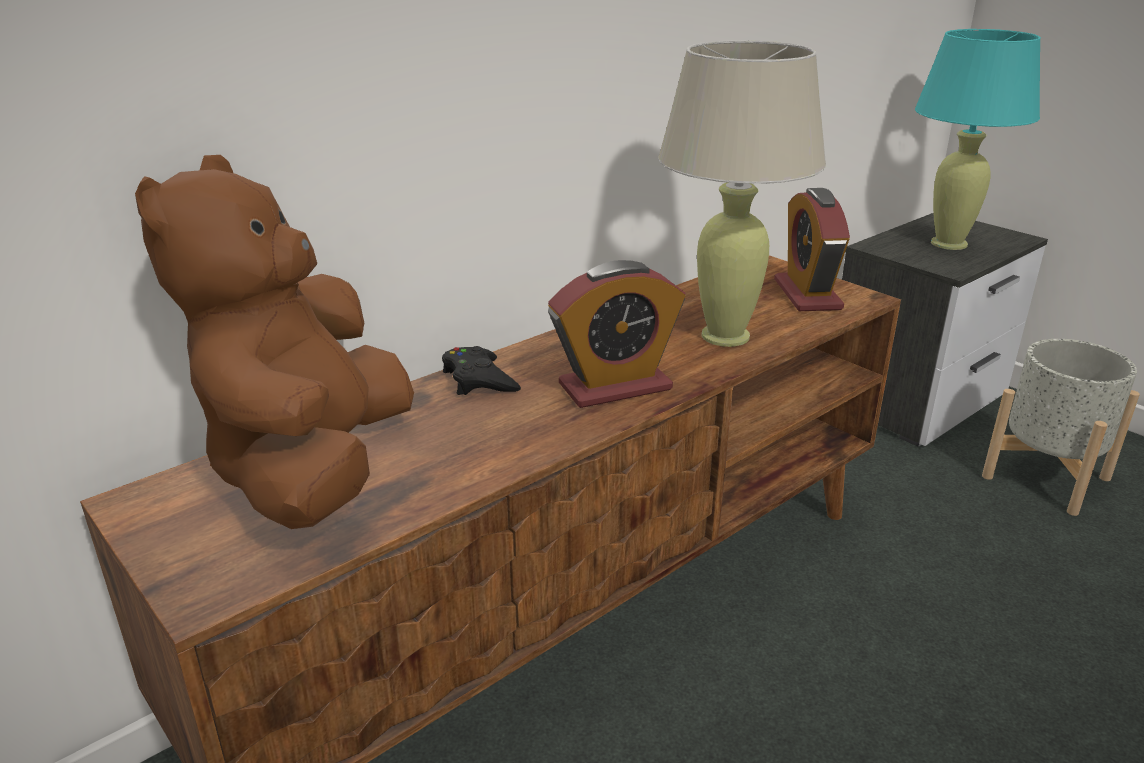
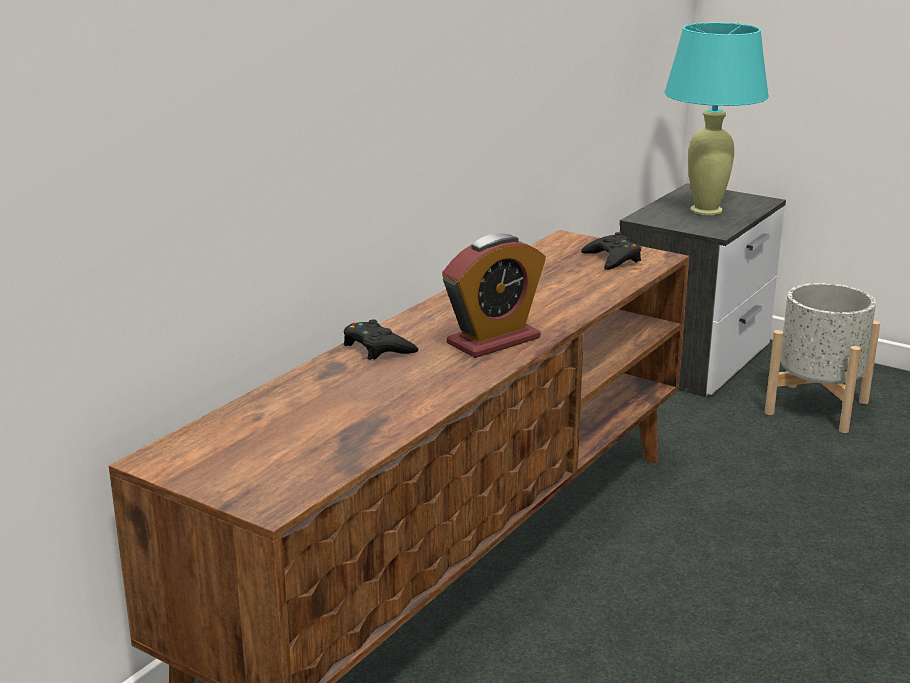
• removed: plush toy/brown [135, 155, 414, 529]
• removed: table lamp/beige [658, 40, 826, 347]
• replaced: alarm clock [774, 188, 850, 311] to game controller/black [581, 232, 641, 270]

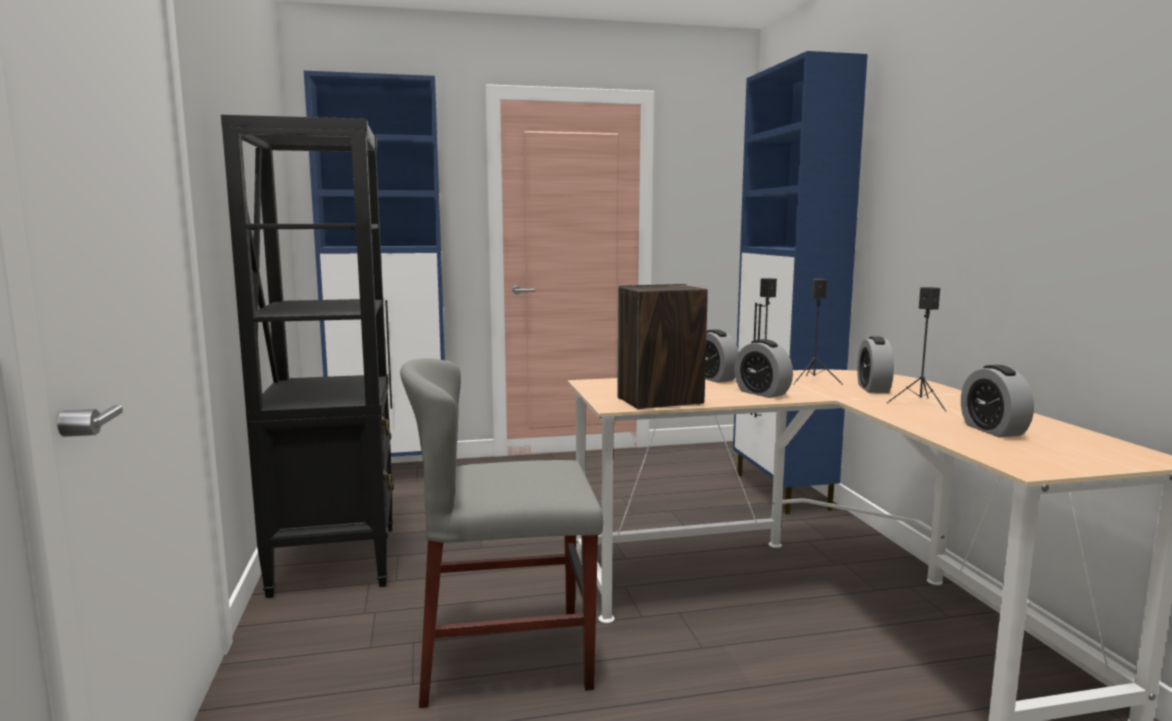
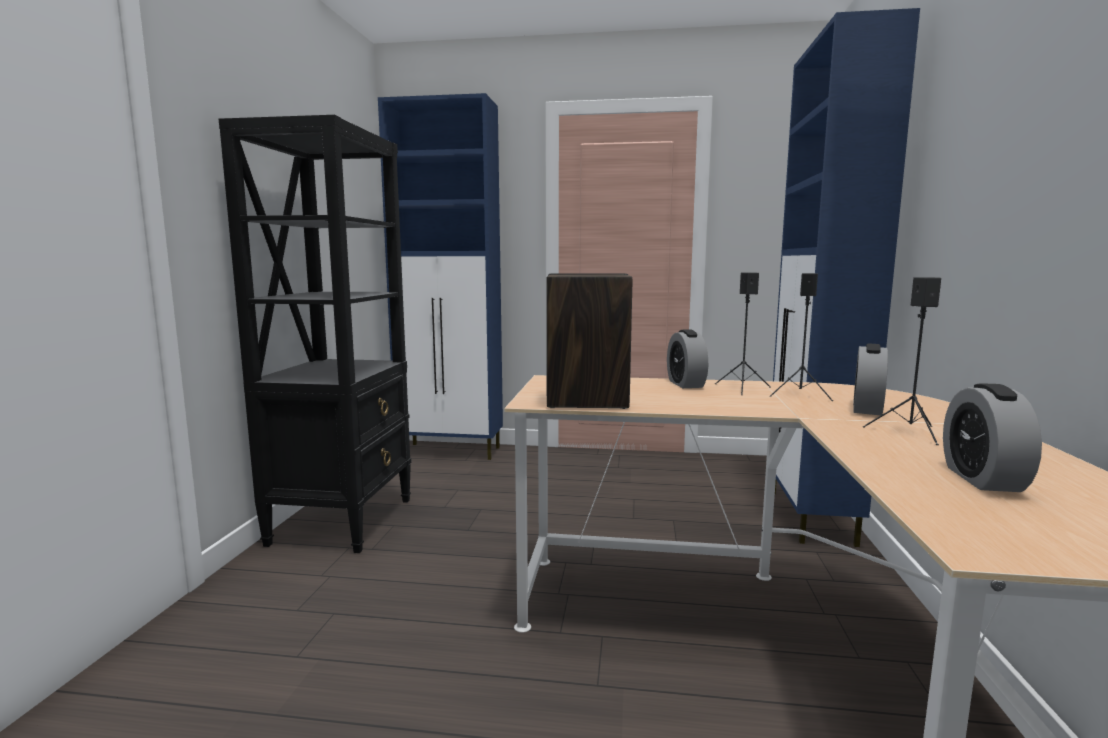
• removed: chair/grey [400, 358, 603, 708]
• removed: alarm clock [734, 339, 793, 398]

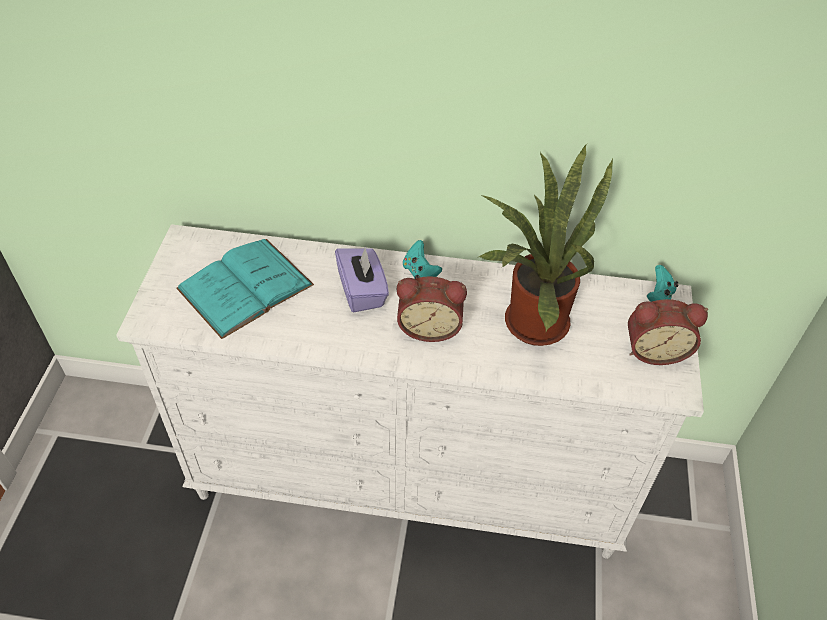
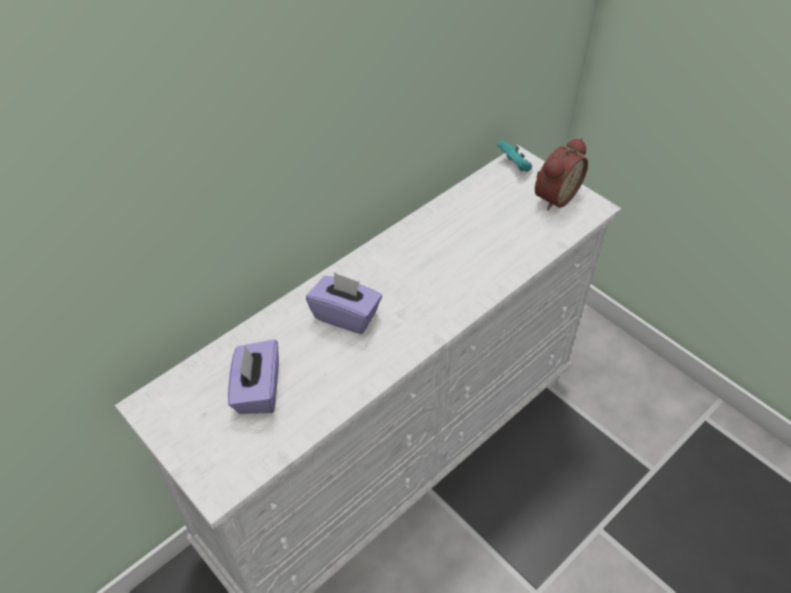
• replaced: book/turquoise [176, 239, 314, 339] to tissue box/purple [228, 339, 279, 414]
• removed: alarm clock [397, 276, 467, 342]
• removed: game controller/turquoise [403, 240, 442, 279]
• removed: potted plant [477, 144, 613, 346]

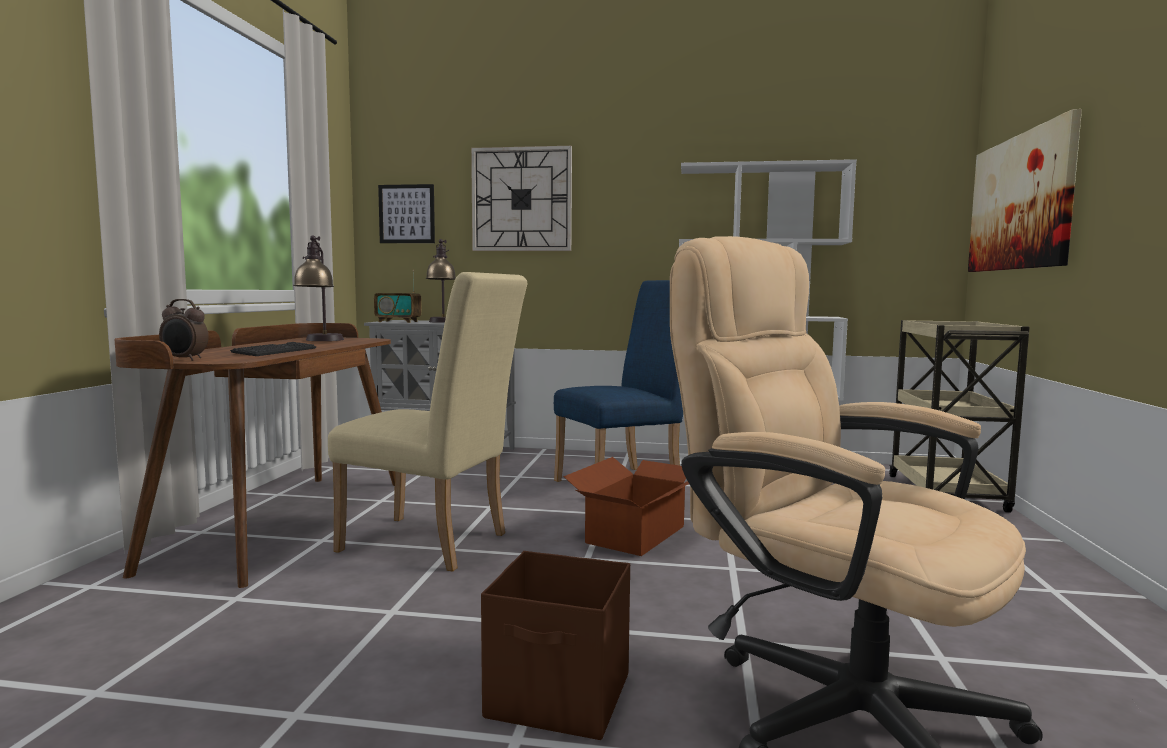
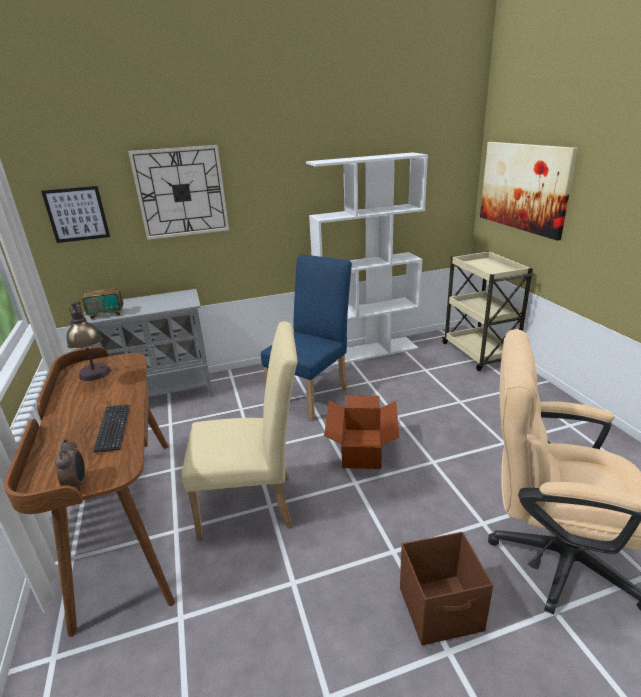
• turned: alarm clock [159, 299, 209, 361] = [55, 439, 85, 491] 90 degrees counterclockwise
• removed: table lamp [426, 239, 456, 323]

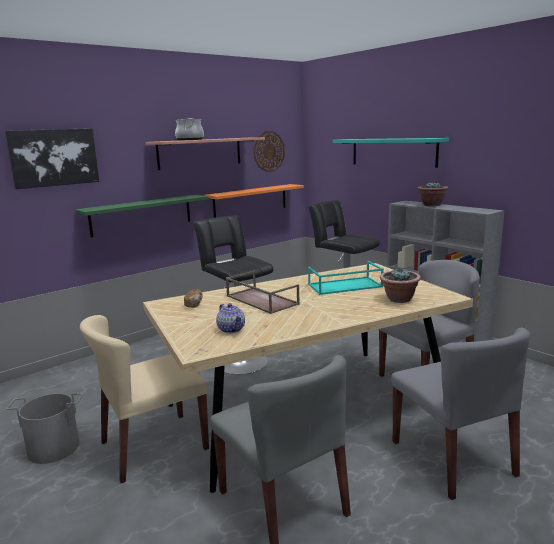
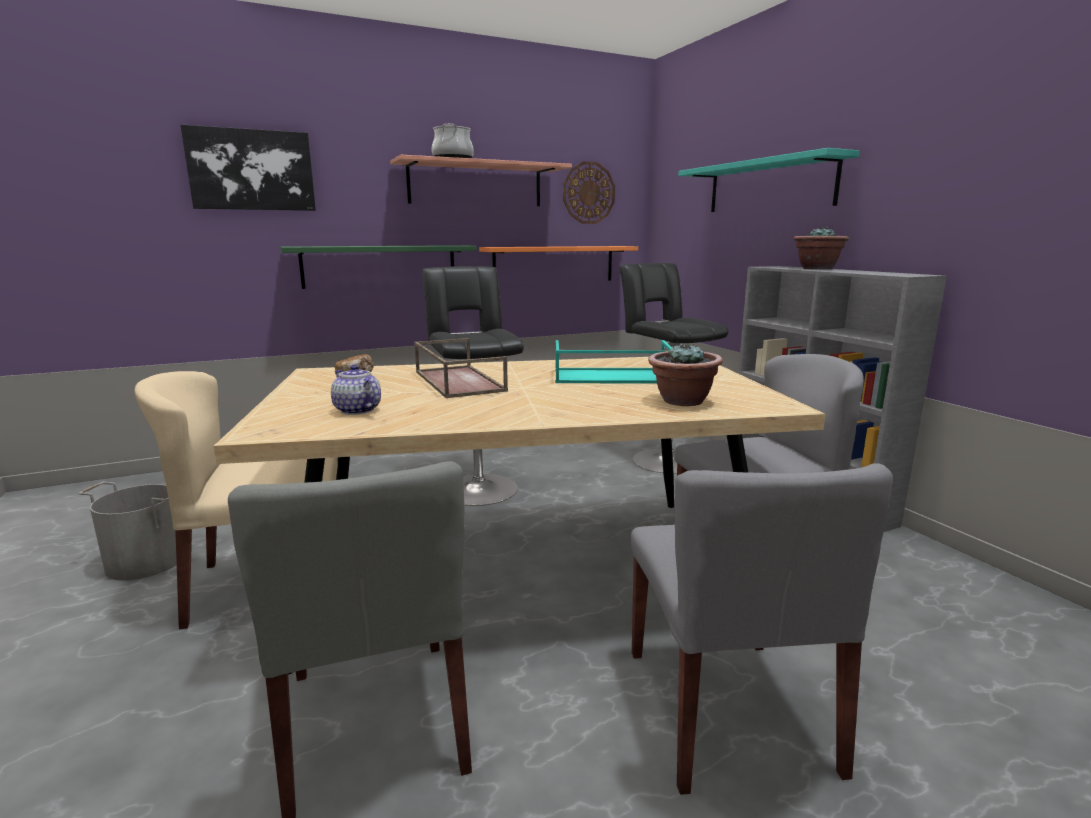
• turned: teapot [216, 303, 245, 333] = [331, 364, 381, 415] 150 degrees clockwise

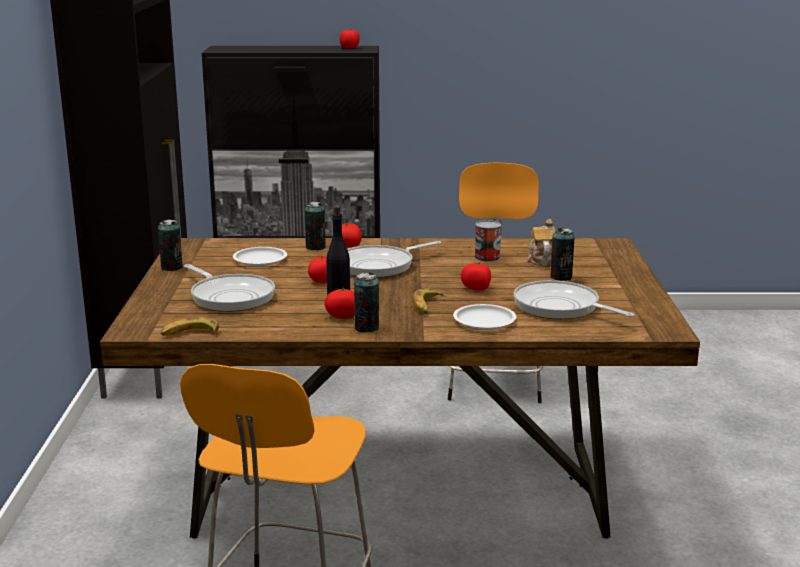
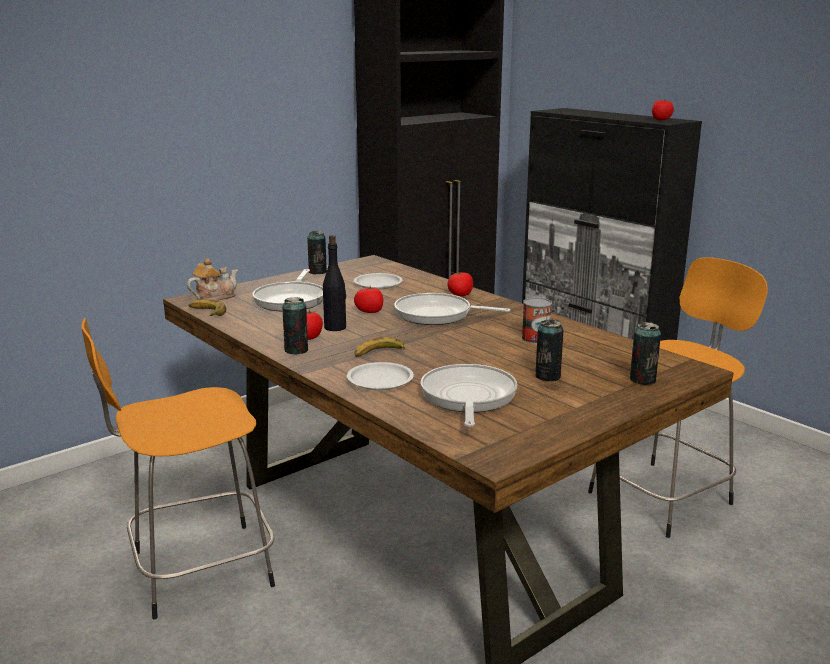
• moved: can [305, 202, 326, 250] to [630, 322, 661, 385]
• removed: tomato [461, 261, 491, 291]
• moved: teapot [527, 219, 555, 266] to [187, 258, 238, 301]

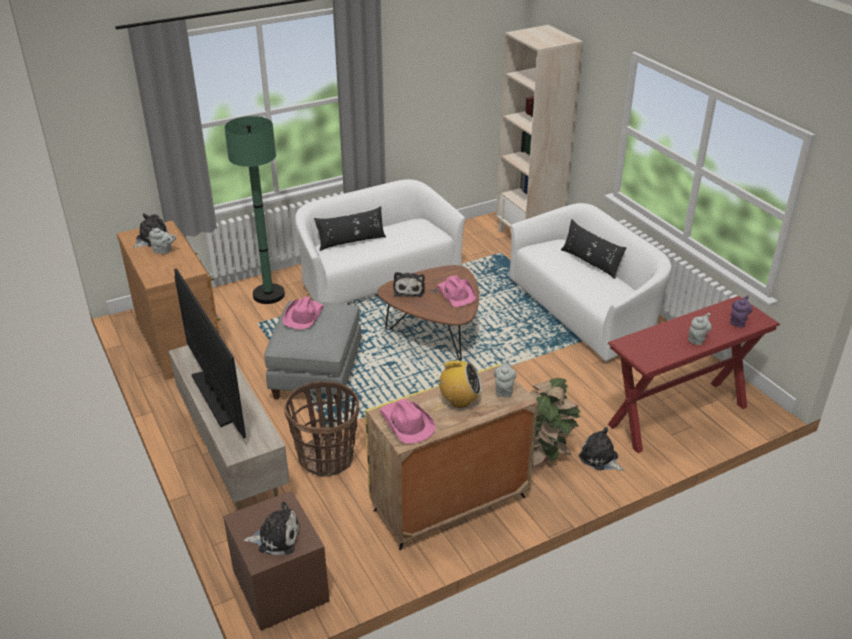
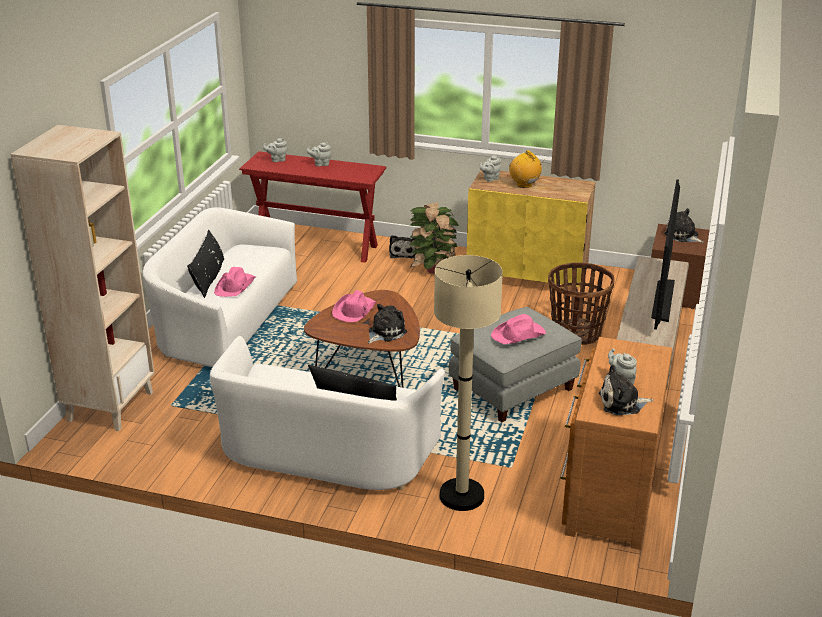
• recoloured: floor lamp/green [224, 116, 285, 304] to floor lamp/beige [434, 255, 503, 511]
• moved: hat/pink [380, 399, 436, 444] to [214, 267, 256, 297]
• recoloured: teapot/purple [730, 295, 753, 327] to teapot/grey [263, 138, 288, 162]

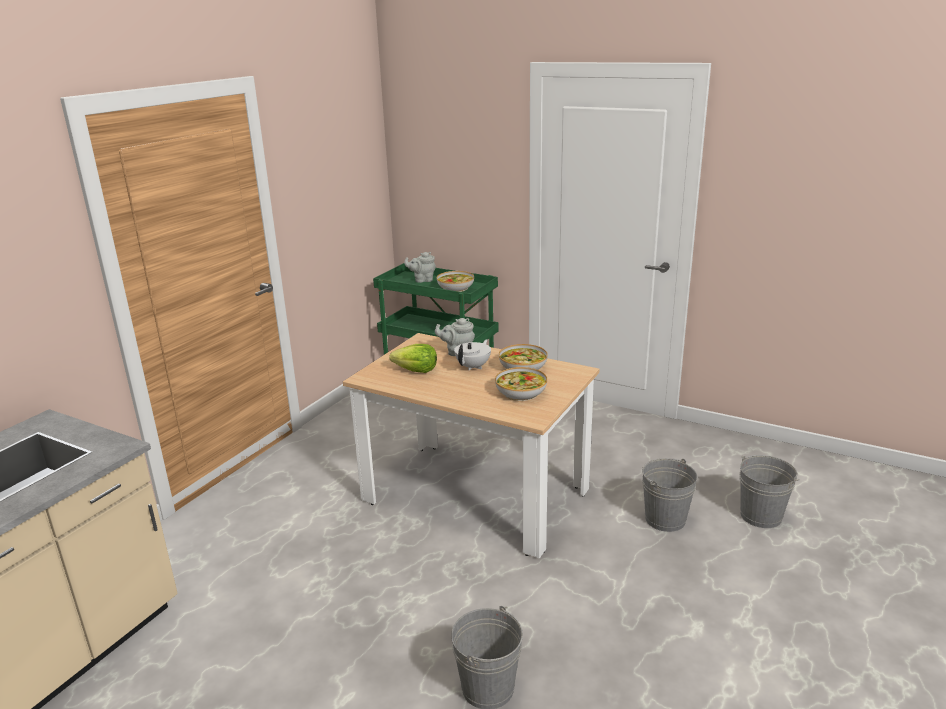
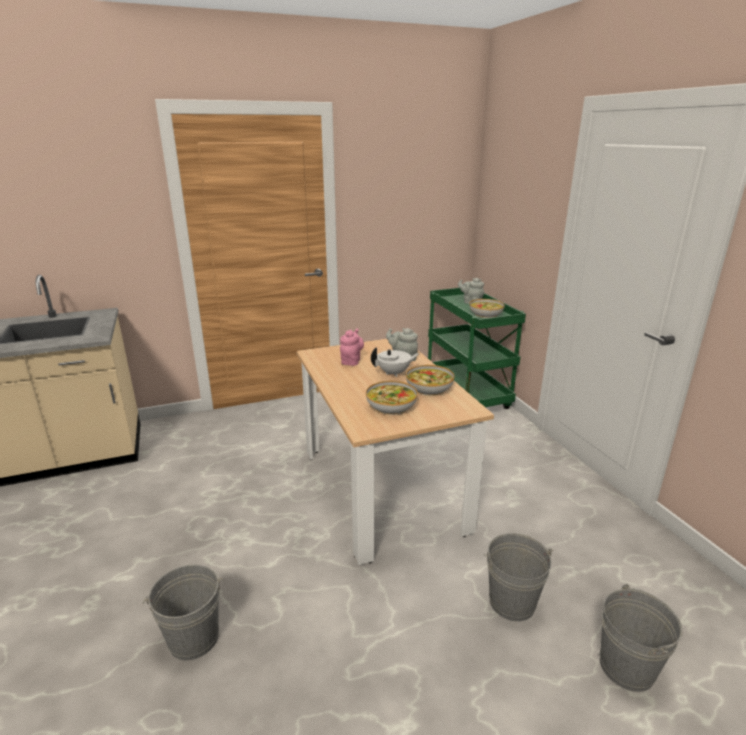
• replaced: lettuce [389, 344, 437, 373] to teapot/pink [340, 328, 364, 366]

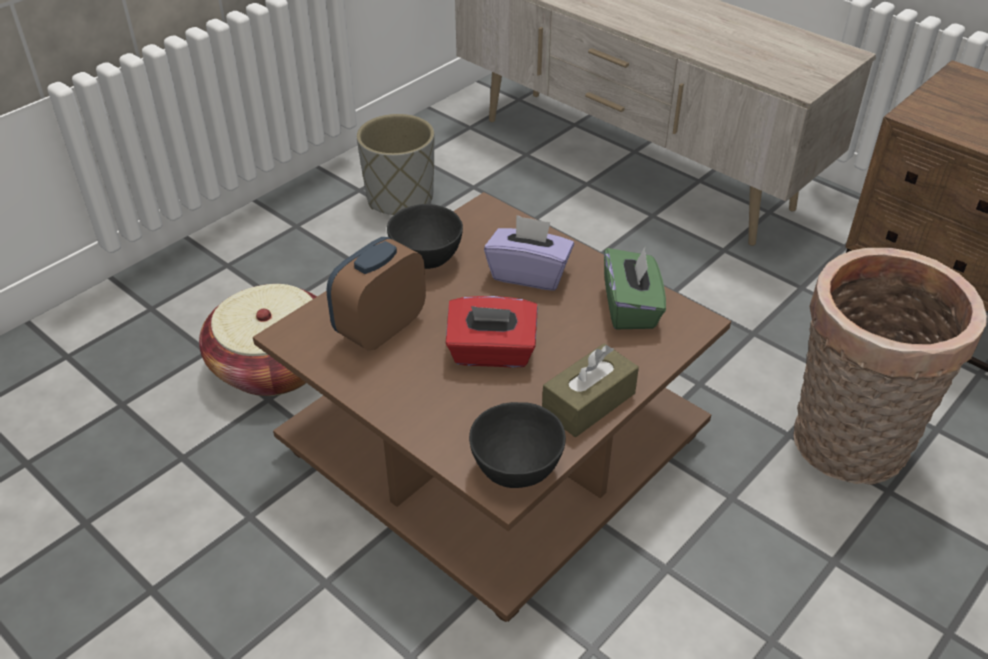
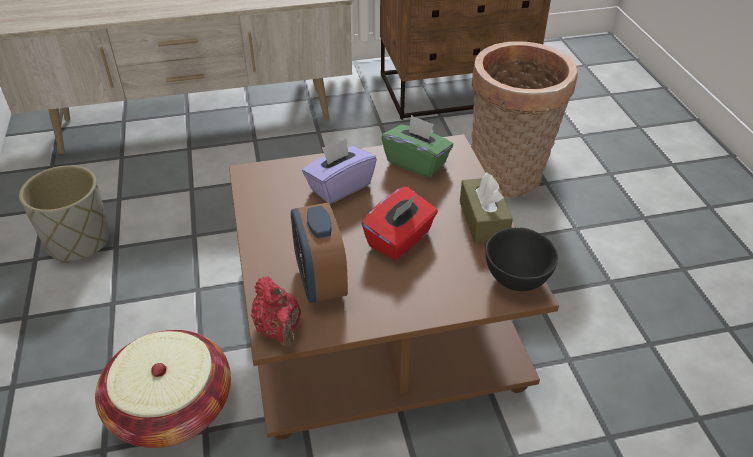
• removed: bowl/black [387, 204, 463, 269]
• added: teapot/red [251, 276, 301, 347]

